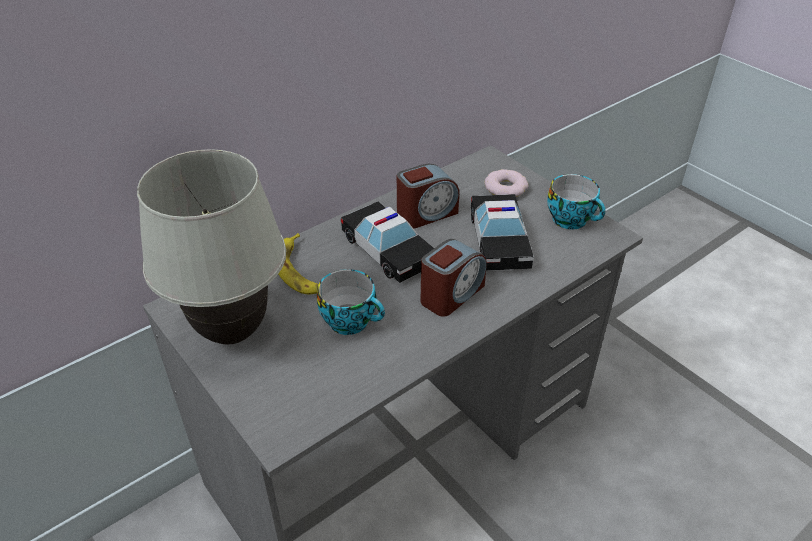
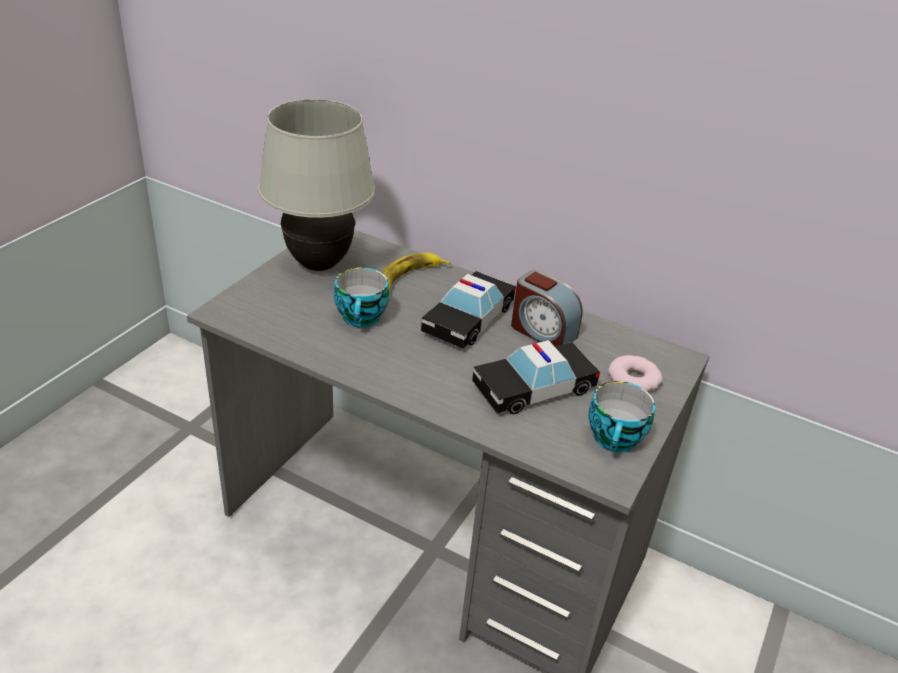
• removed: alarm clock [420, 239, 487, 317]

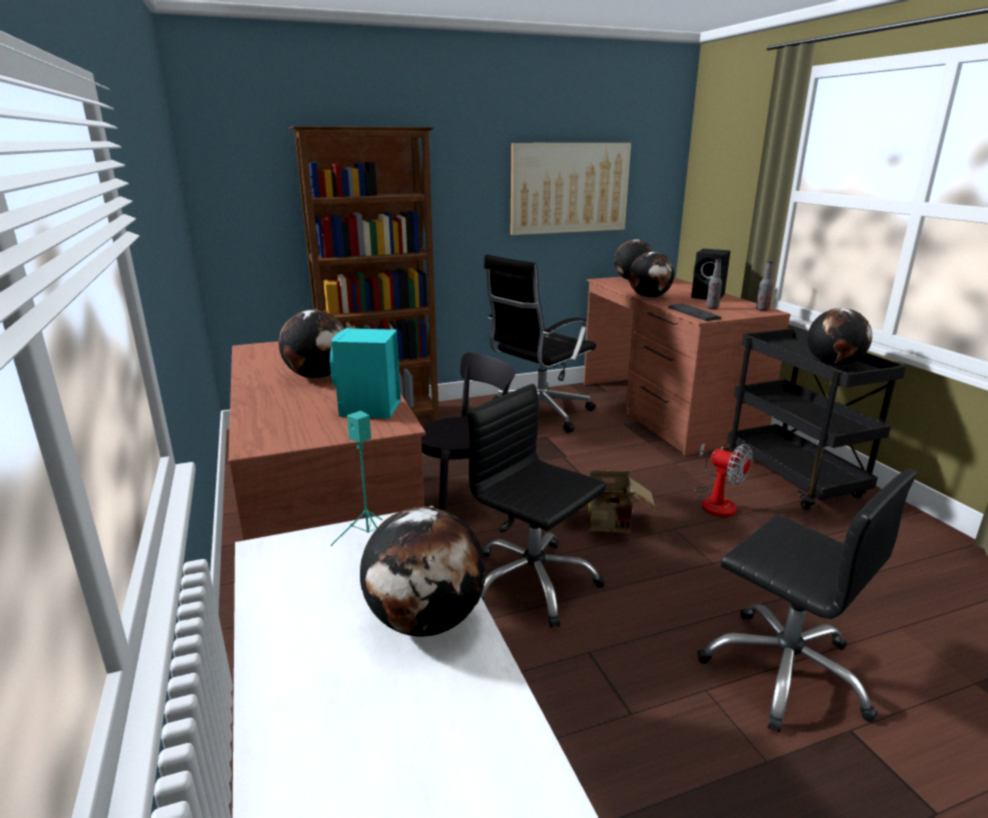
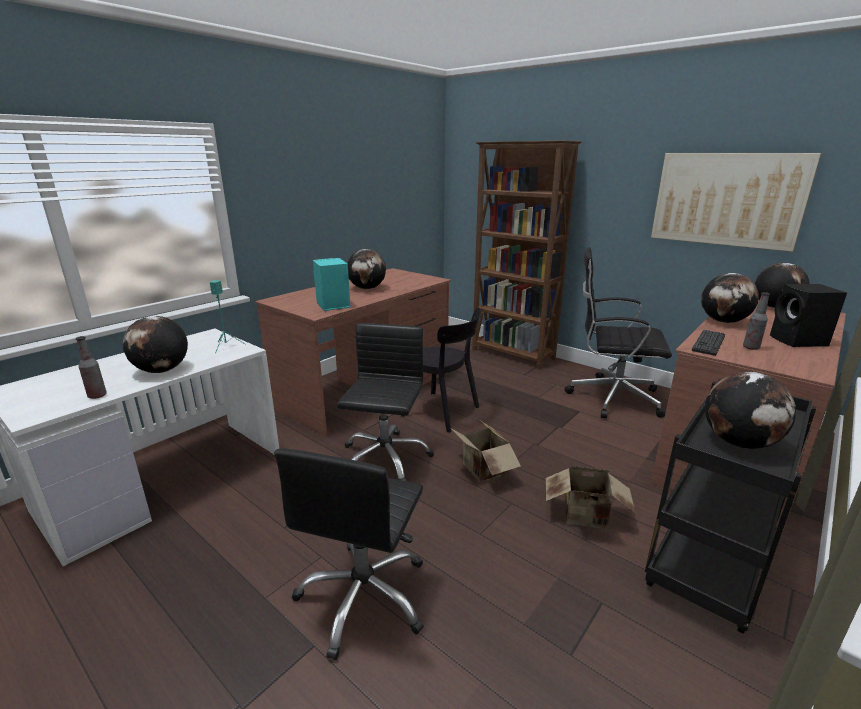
• replaced: fan [693, 443, 753, 517] to cardboard box [546, 466, 636, 529]
• moved: bottle [756, 261, 773, 311] to [75, 336, 107, 399]

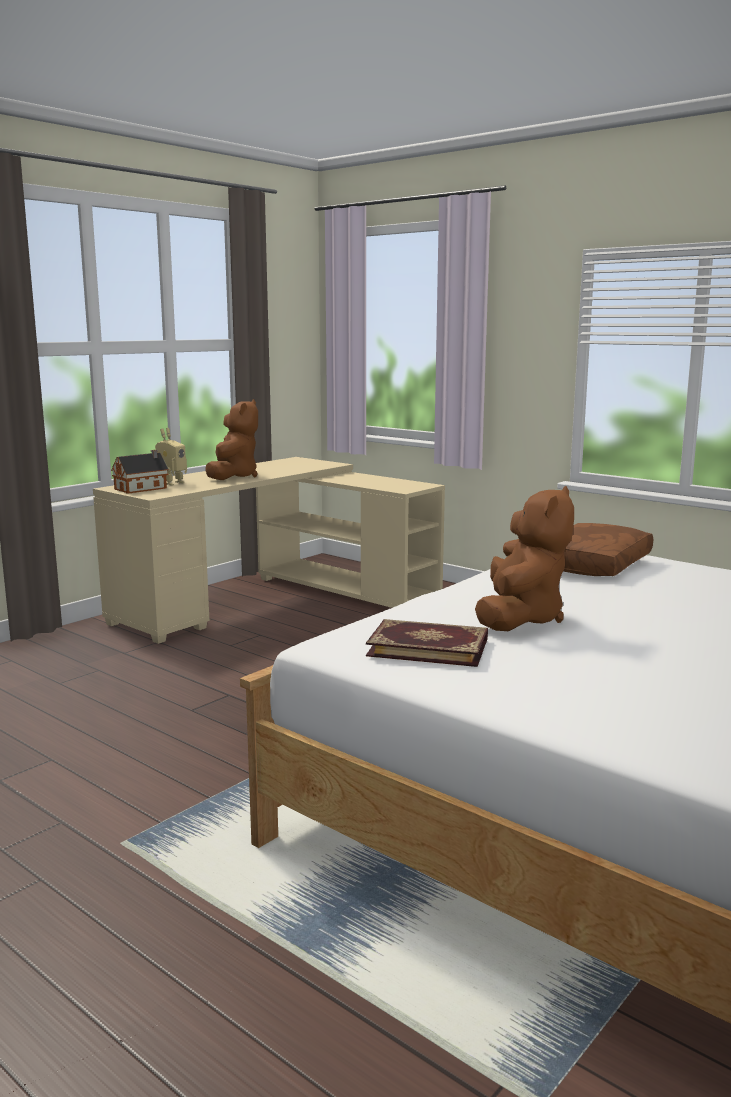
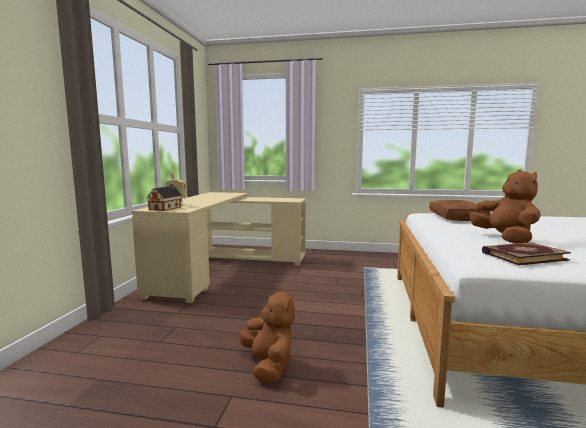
• moved: plush toy/brown [205, 399, 258, 480] to [240, 288, 295, 384]

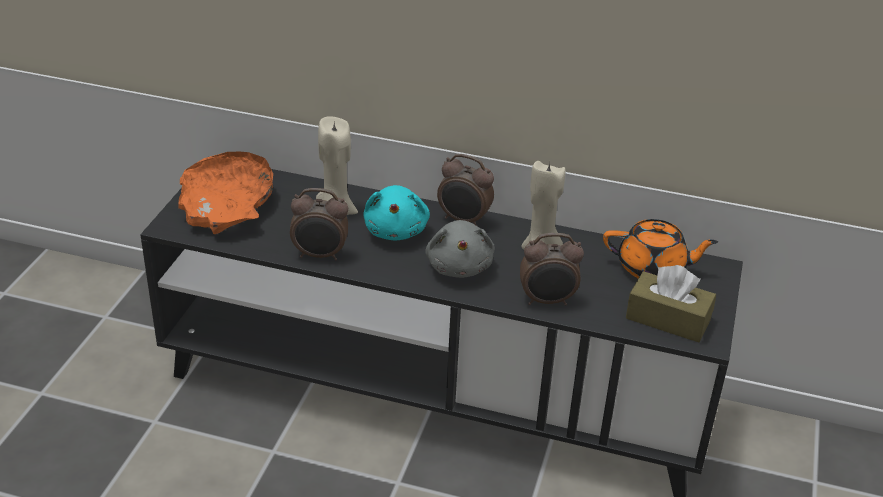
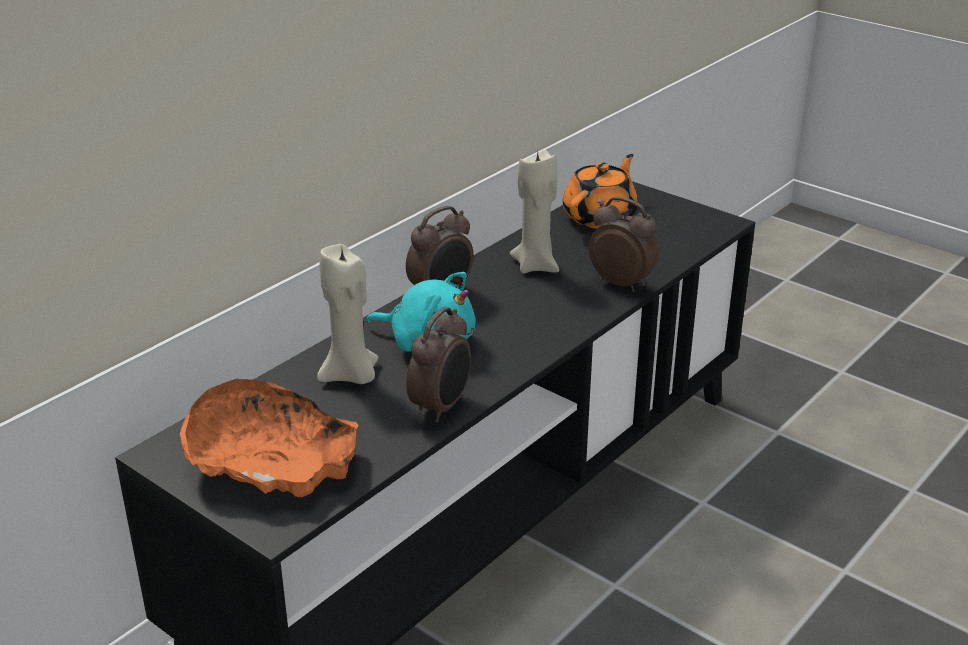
• removed: plush toy/grey [425, 220, 495, 278]
• turned: alarm clock [520, 233, 584, 306] = [589, 197, 659, 292] 75 degrees counterclockwise
• removed: tissue box/brown [626, 265, 716, 342]

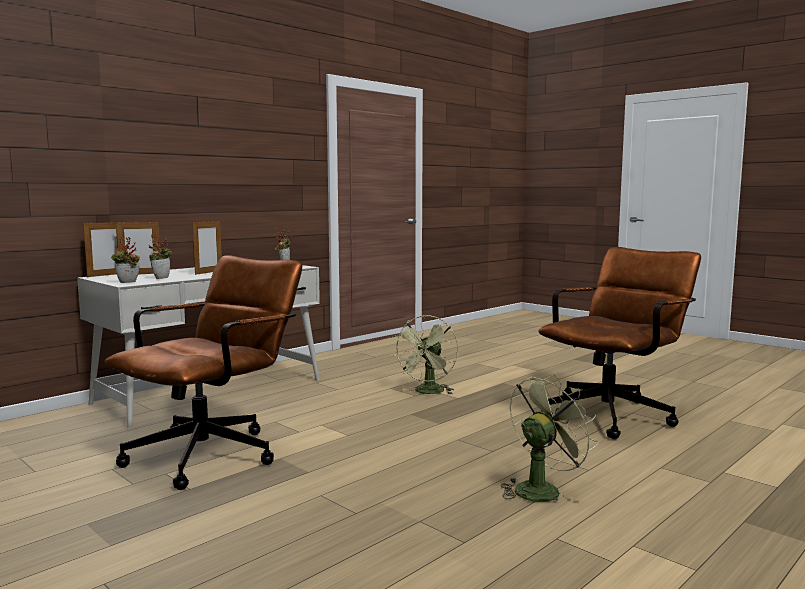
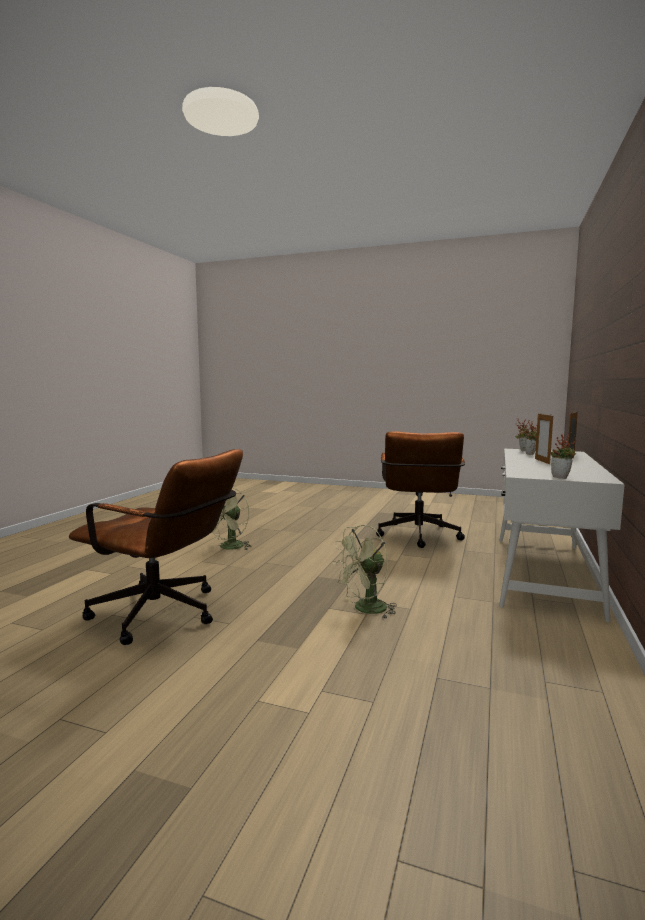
• removed: picture frame [83, 220, 122, 277]
• turned: fan/green [393, 315, 458, 394] = [332, 524, 397, 619] 120 degrees counterclockwise
• turned: office chair/brown [538, 247, 701, 439] = [69, 449, 243, 645] 90 degrees counterclockwise

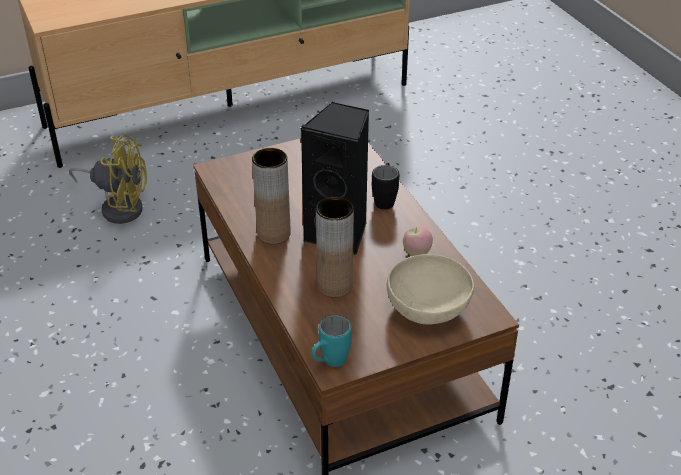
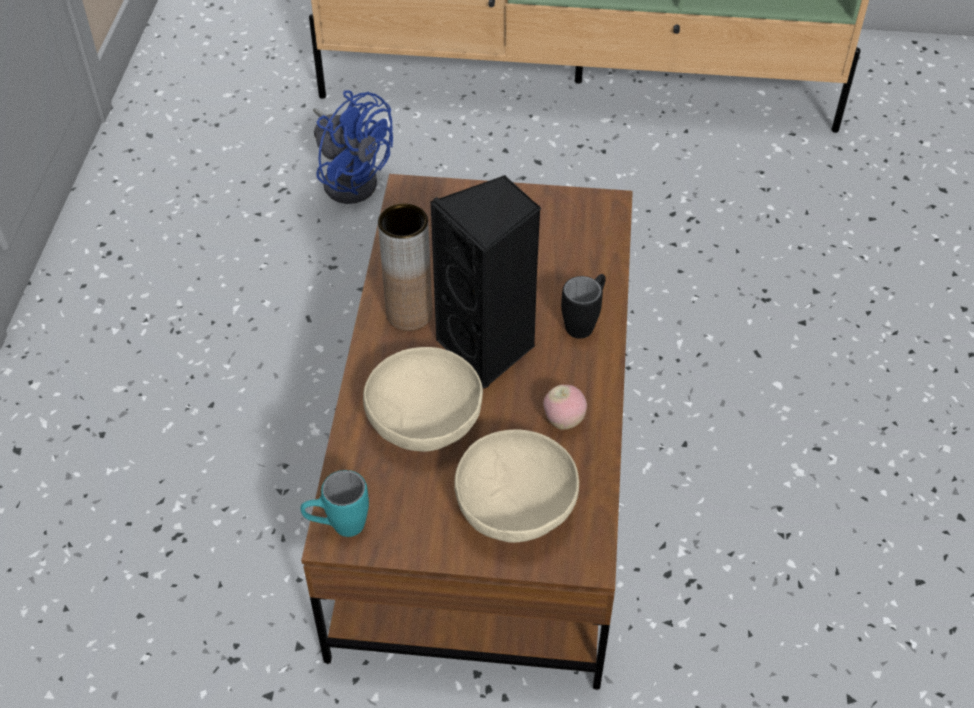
• recoloured: fan/yellow [69, 134, 147, 224] to fan/blue [313, 90, 393, 204]
• replaced: vase/brown [316, 197, 354, 298] to bowl/beige [363, 347, 483, 452]

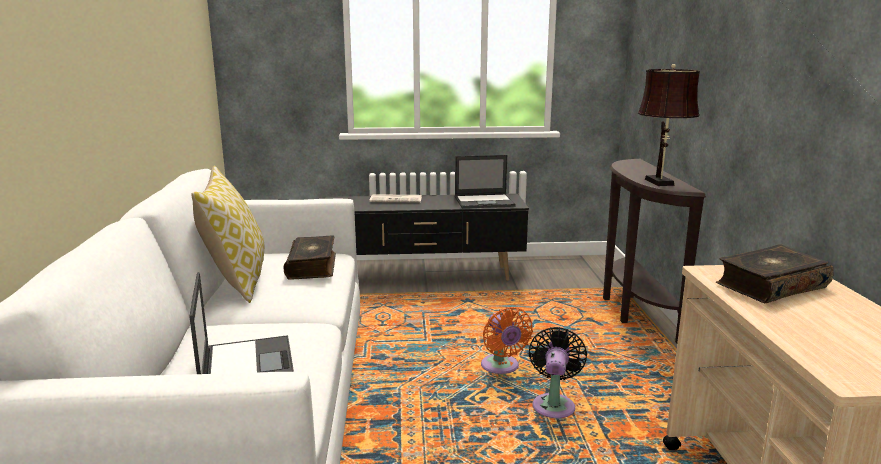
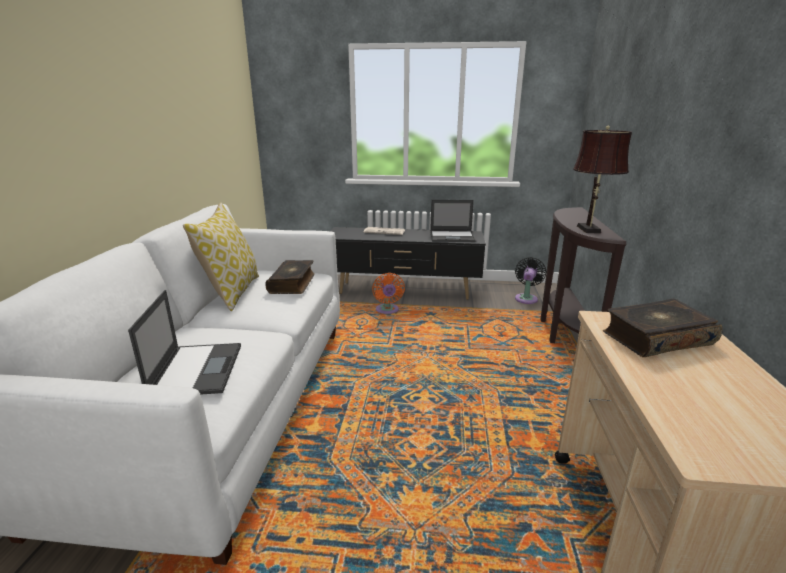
• moved: fan/orange [481, 307, 533, 374] to [372, 273, 405, 314]
• moved: fan/black [529, 327, 587, 418] to [515, 257, 547, 304]

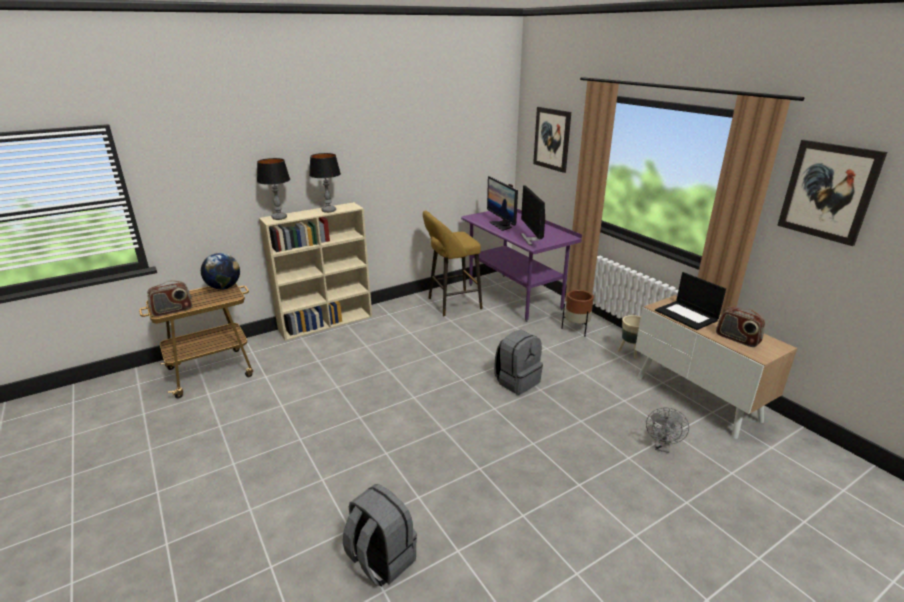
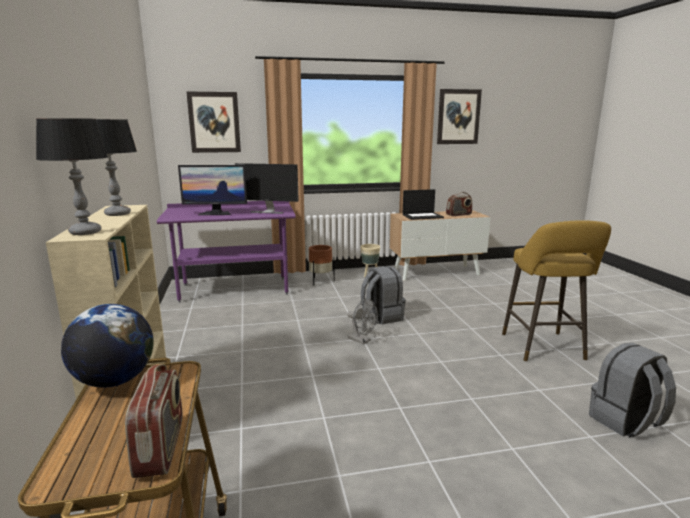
• moved: stool/yellow [423, 211, 483, 316] to [502, 220, 611, 361]
• moved: fan/grey [646, 408, 689, 453] to [347, 299, 378, 344]

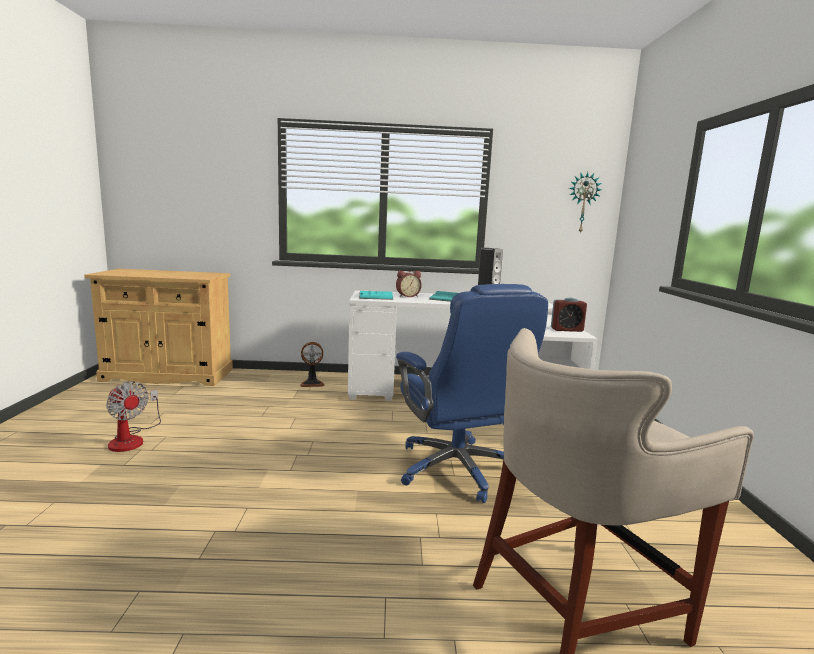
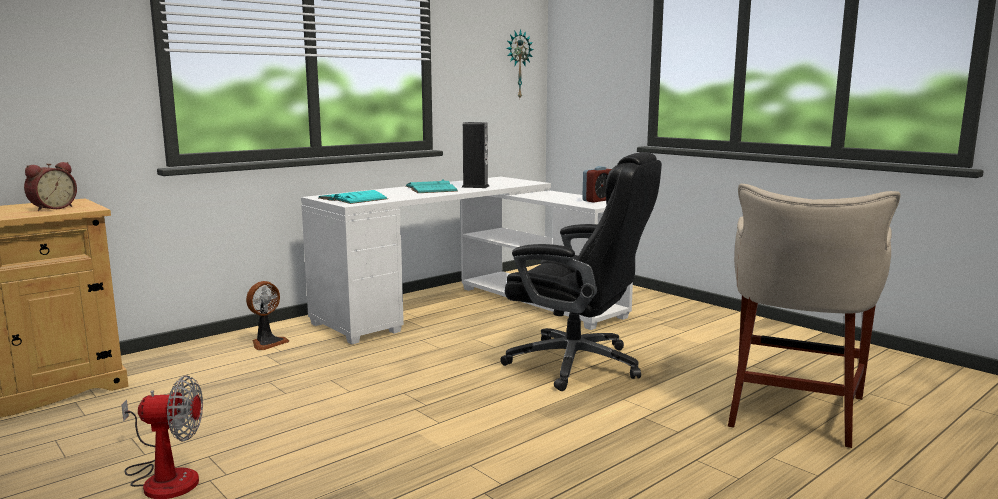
• moved: alarm clock [396, 271, 422, 297] to [24, 162, 77, 211]
• recoloured: office chair/blue [396, 284, 548, 503] to office chair/black [500, 152, 662, 391]

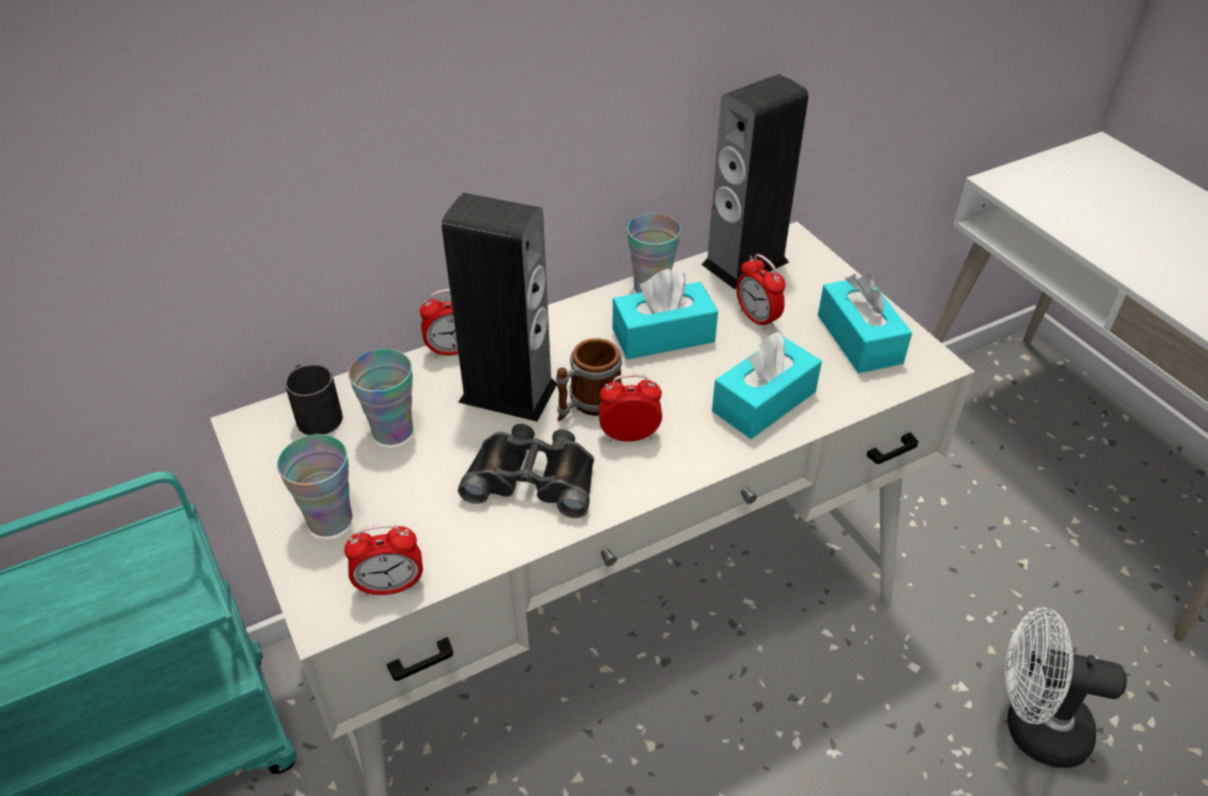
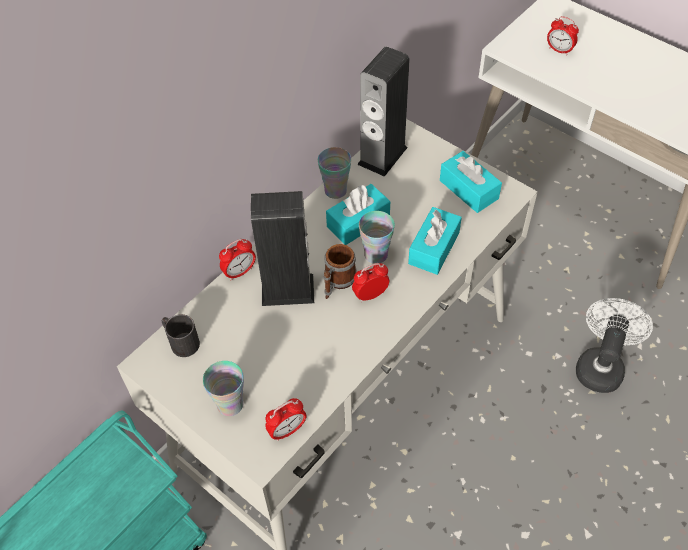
• moved: cup [348, 349, 413, 445] to [359, 211, 395, 264]
• removed: binoculars/black [458, 424, 594, 518]
• moved: alarm clock [736, 254, 785, 330] to [547, 16, 579, 55]
• turned: fan/white [1005, 607, 1127, 768] = [576, 298, 653, 393] 120 degrees clockwise

